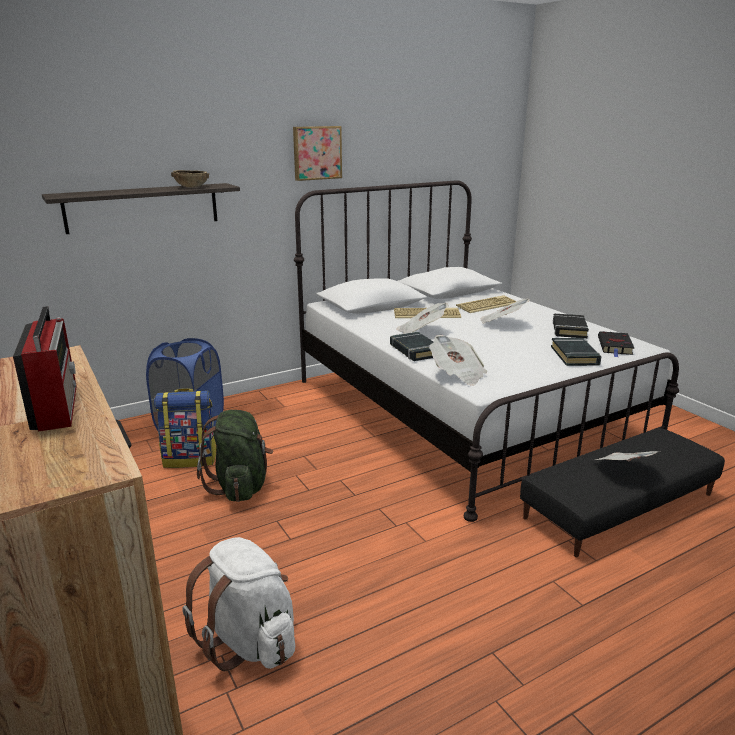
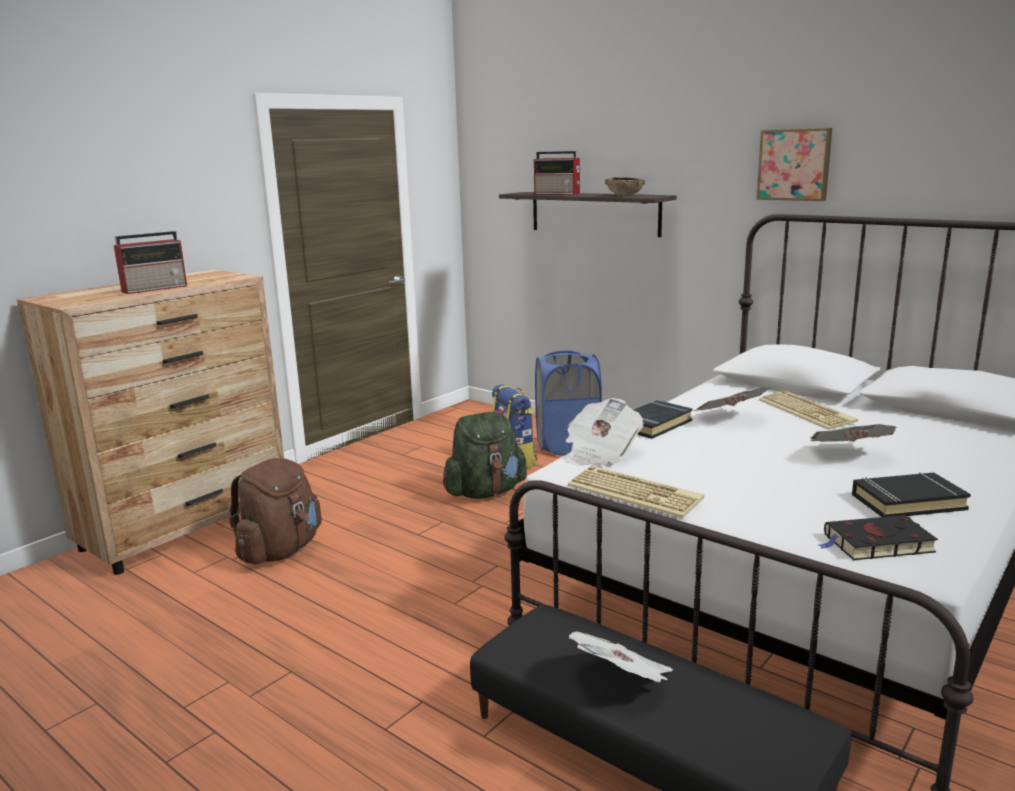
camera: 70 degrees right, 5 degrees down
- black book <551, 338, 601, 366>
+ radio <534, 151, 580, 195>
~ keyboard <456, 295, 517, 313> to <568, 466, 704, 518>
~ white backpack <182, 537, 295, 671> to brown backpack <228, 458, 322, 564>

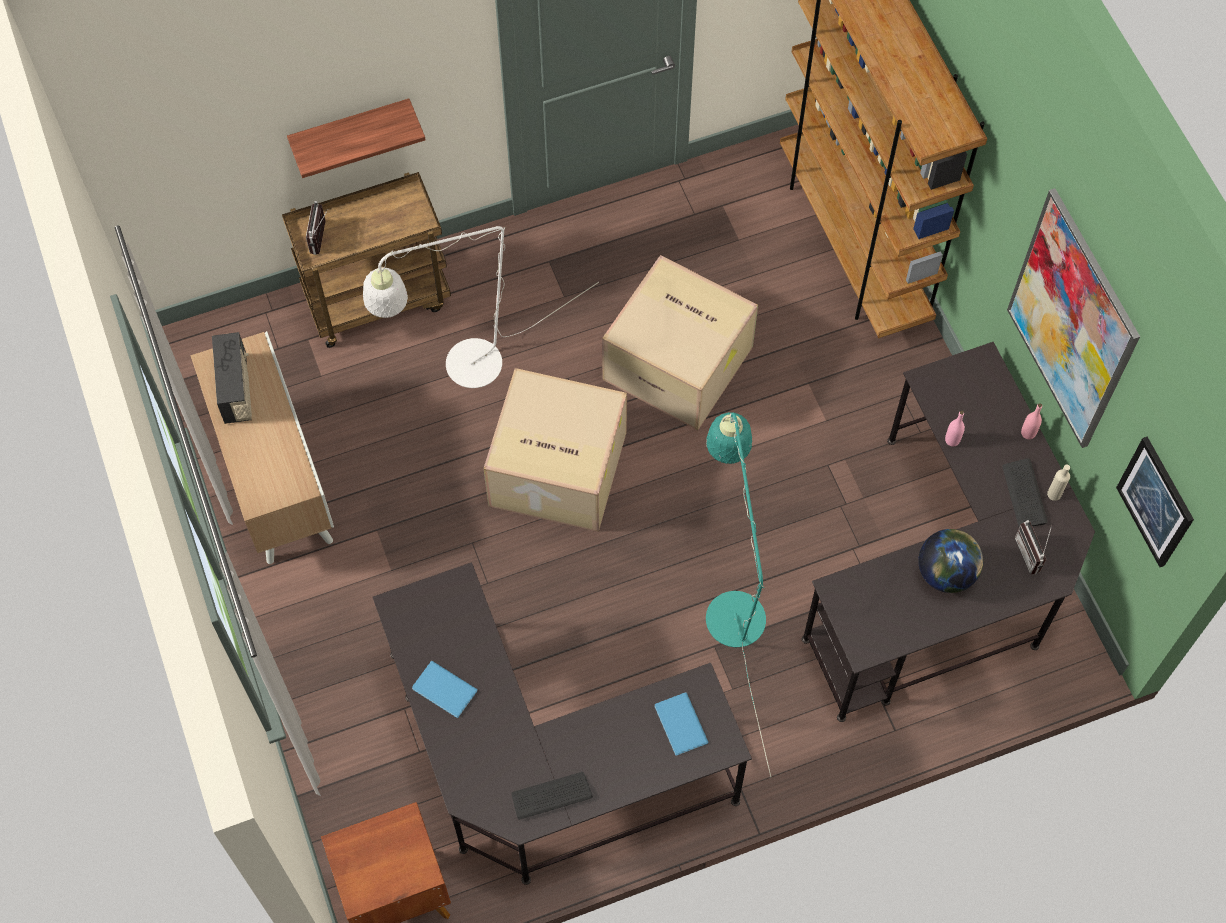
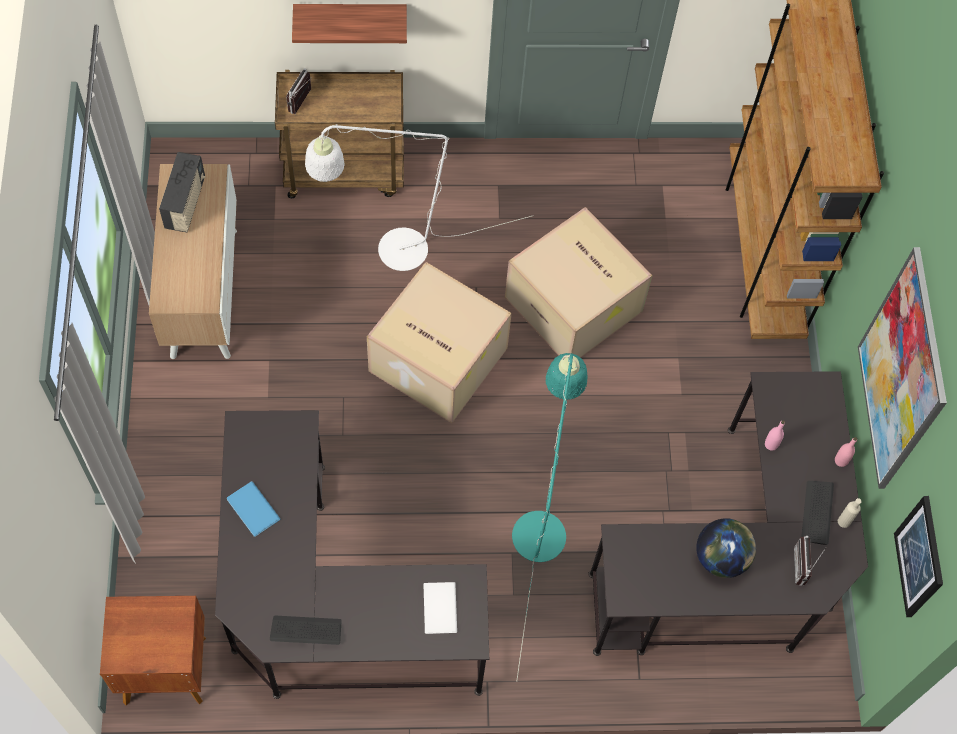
camera: 15 degrees right, 0 degrees up
~ blue book <654, 692, 709, 756> to white book <424, 582, 457, 634>

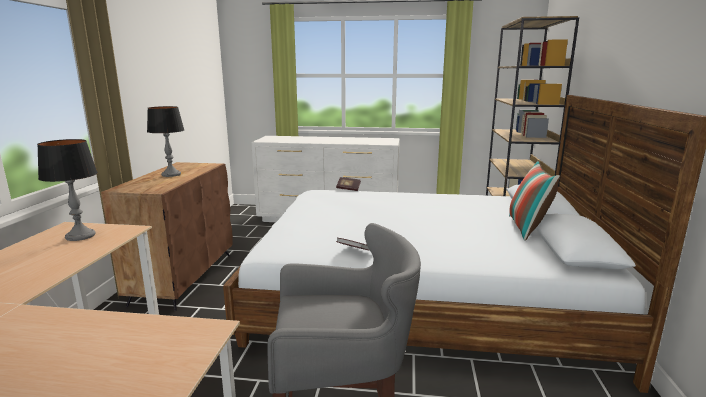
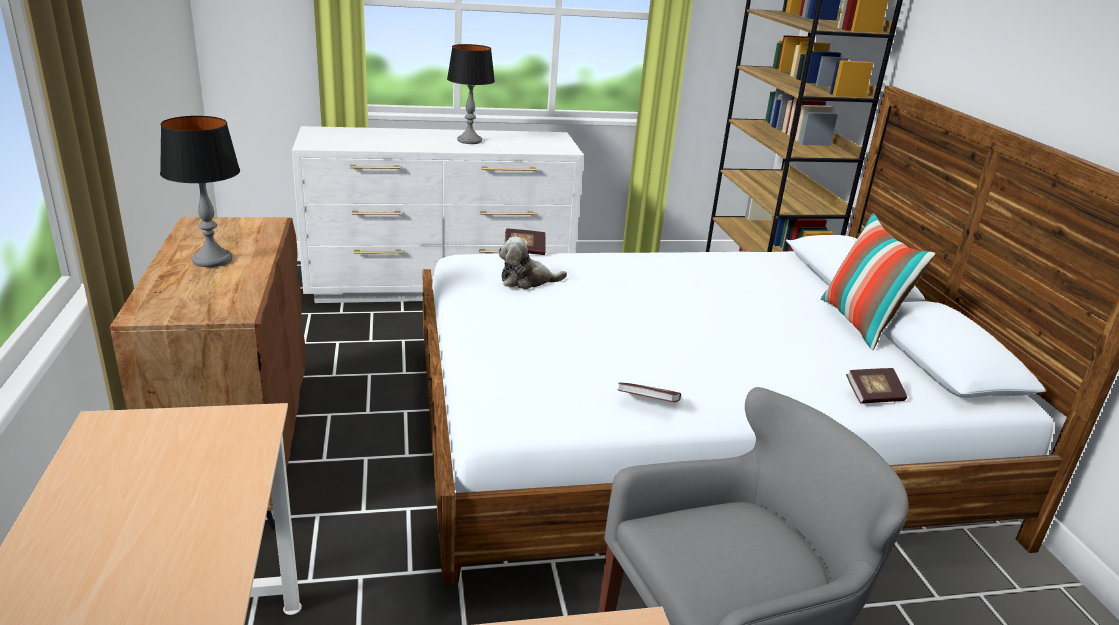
camera: 20 degrees left, 10 degrees up
+ plush toy <498, 237, 567, 289>
+ book <846, 368, 907, 404>
~ table lamp <37, 139, 98, 241> to <447, 44, 495, 144>

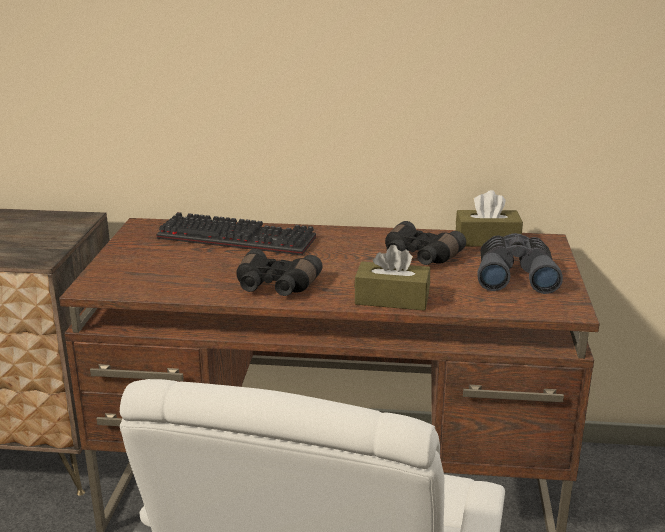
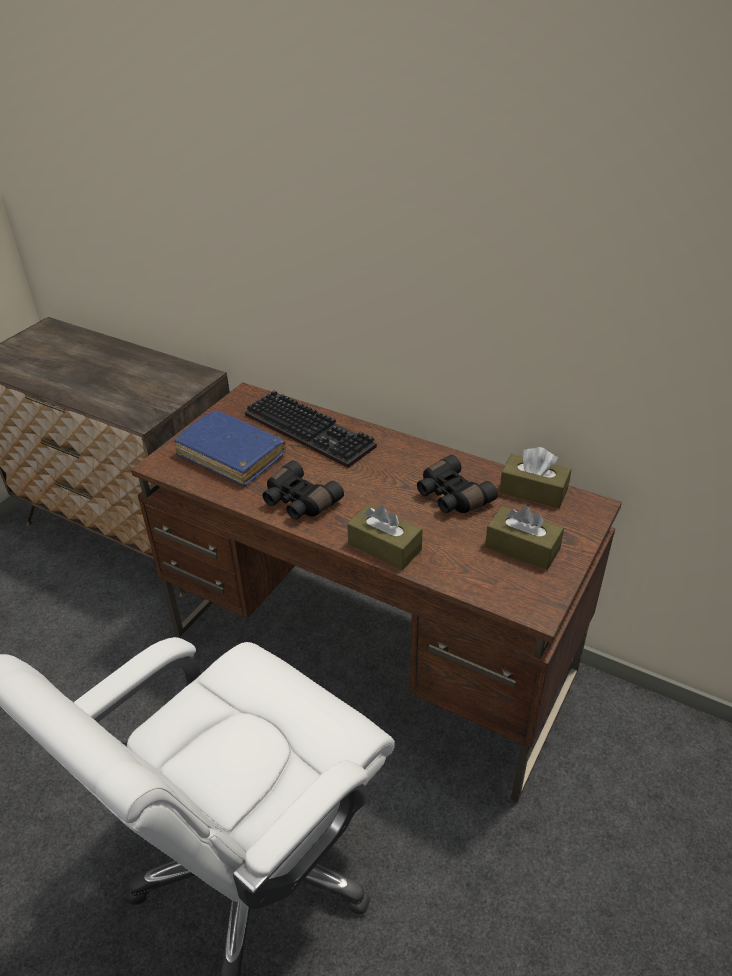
camera: 25 degrees right, 15 degrees up
+ blue book <174, 410, 286, 486>
~ grey binoculars <477, 233, 563, 294> to brown tissue box <485, 506, 564, 570>

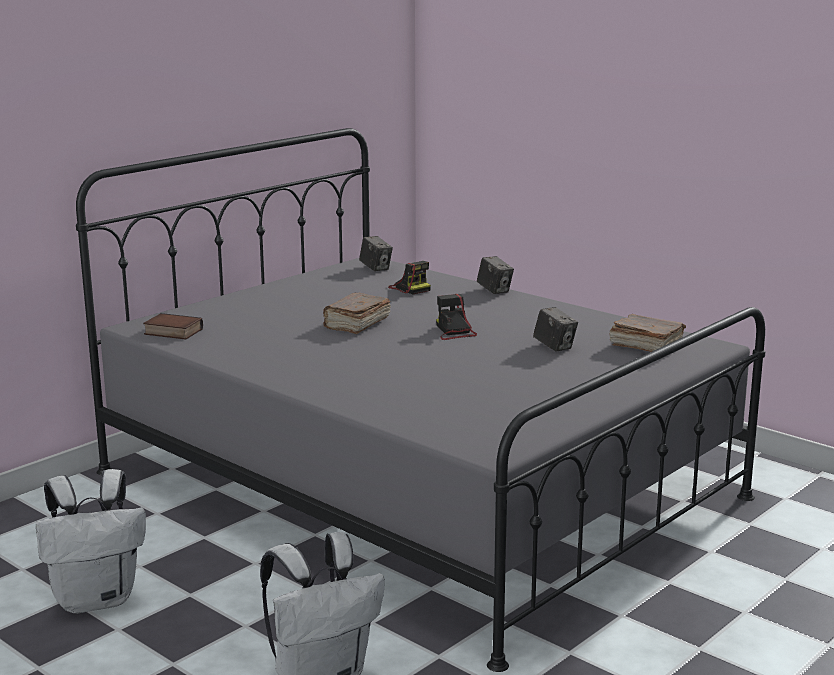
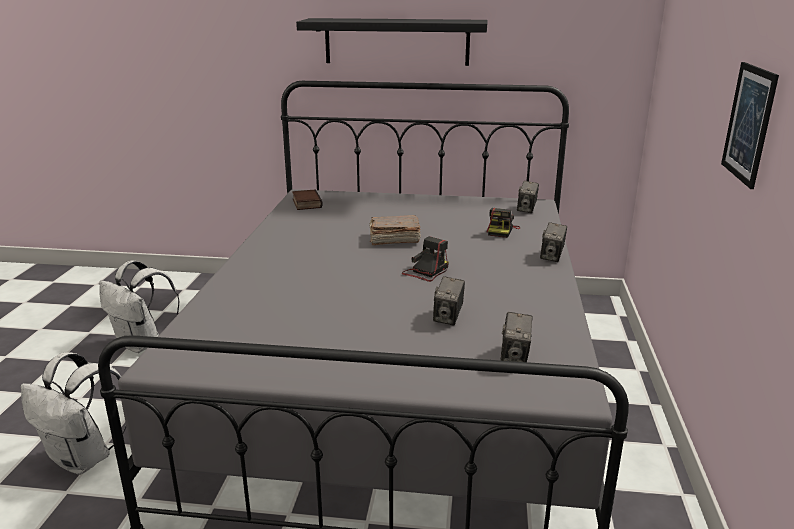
camera: 55 degrees right, 5 degrees up
+ black shelf <296, 18, 488, 66>
+ picture <721, 62, 779, 189>
~ brown book <610, 314, 686, 352> to photo camera <500, 312, 533, 362>

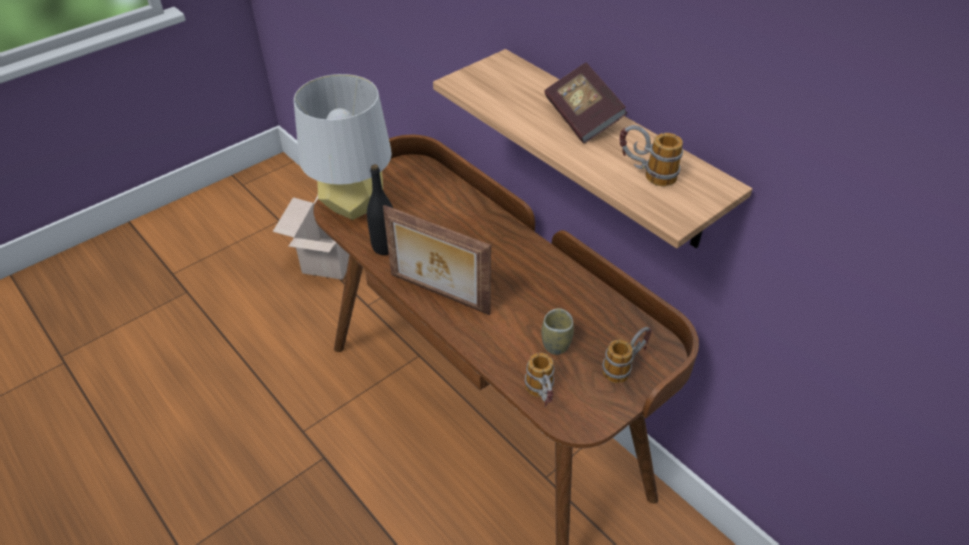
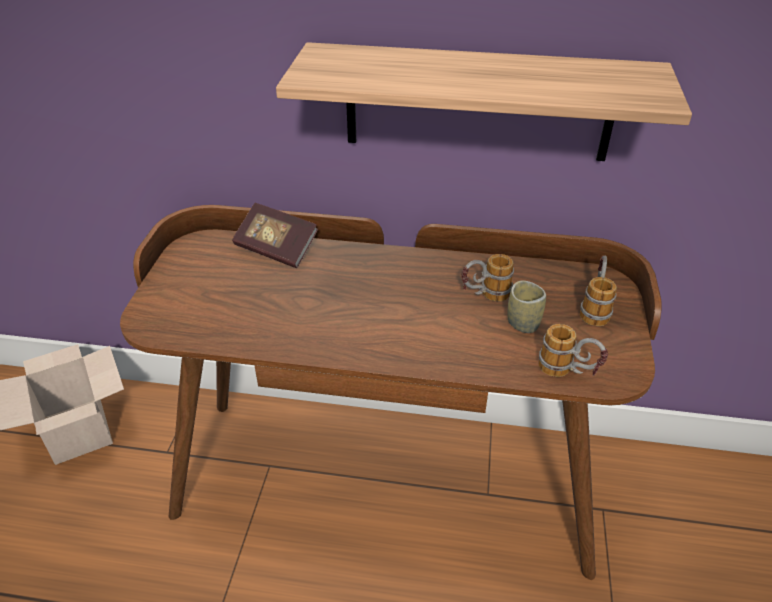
camera: 40 degrees left, 5 degrees down
- grey table lamp <294, 74, 392, 220>
- black bottle <367, 164, 393, 255>
- picture frame <383, 205, 491, 315>
~ book <544, 63, 627, 143> to <232, 203, 318, 268>
~ mug <619, 125, 683, 186> to <461, 254, 514, 302>

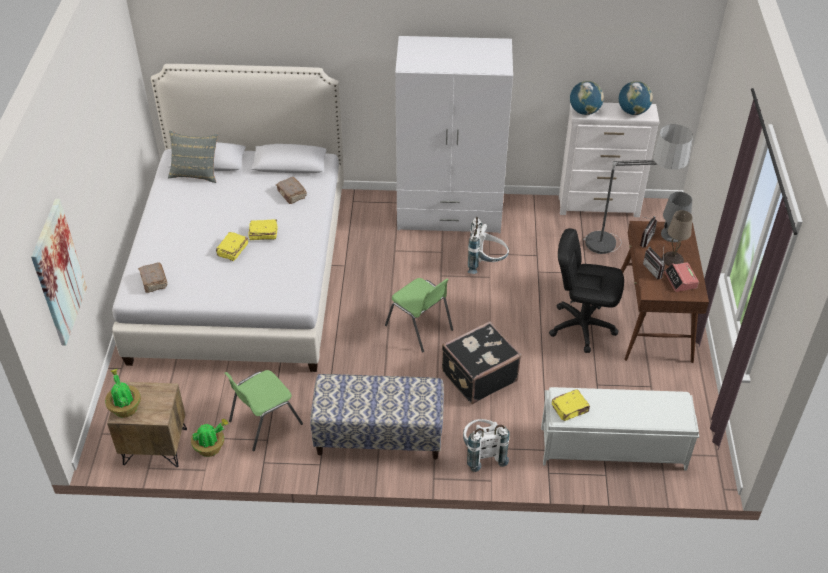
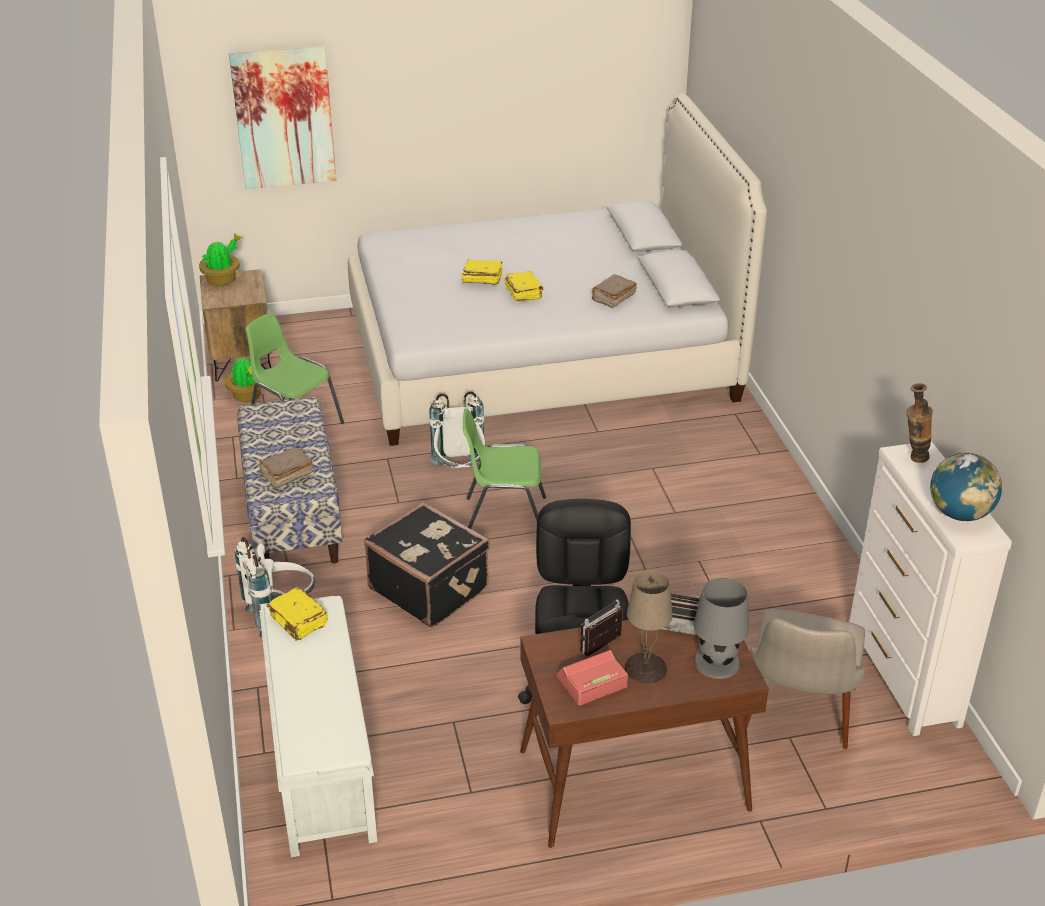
camera: 75 degrees right, 10 degrees down
- grey pillow <168, 131, 218, 183>
- white wardrobe <395, 36, 513, 233>
~ brown book <138, 262, 168, 293> to <259, 447, 313, 489>
~ white backpack <468, 217, 509, 274> to <429, 391, 486, 468>
~ globe <570, 81, 604, 115> to vase <906, 383, 933, 463>
~ floor lamp <583, 124, 693, 254> to beige chair <746, 609, 865, 749>
~ green chair <385, 278, 453, 353> = <463, 408, 546, 529> 60 degrees clockwise

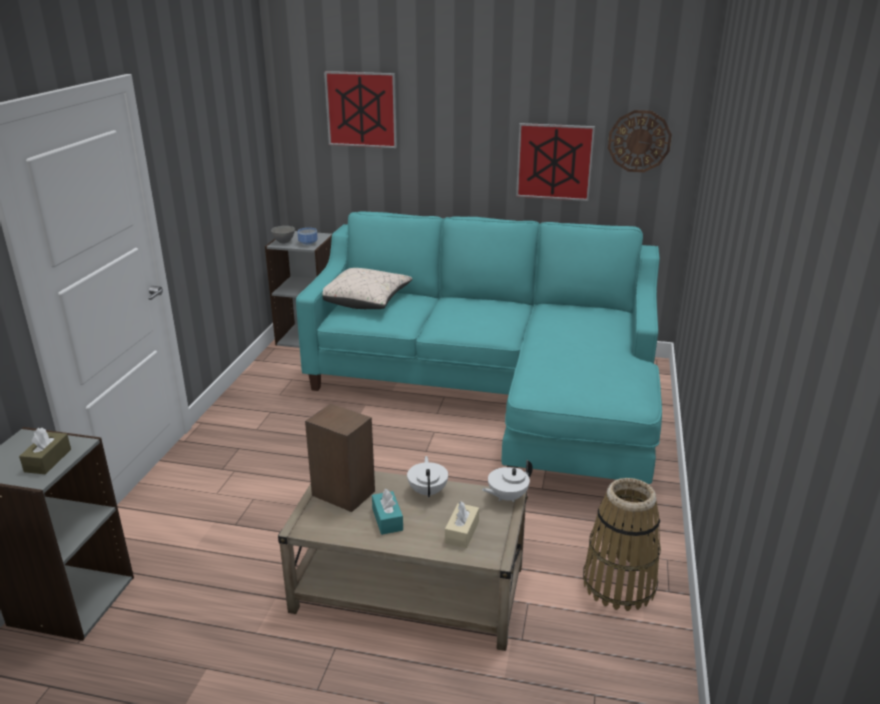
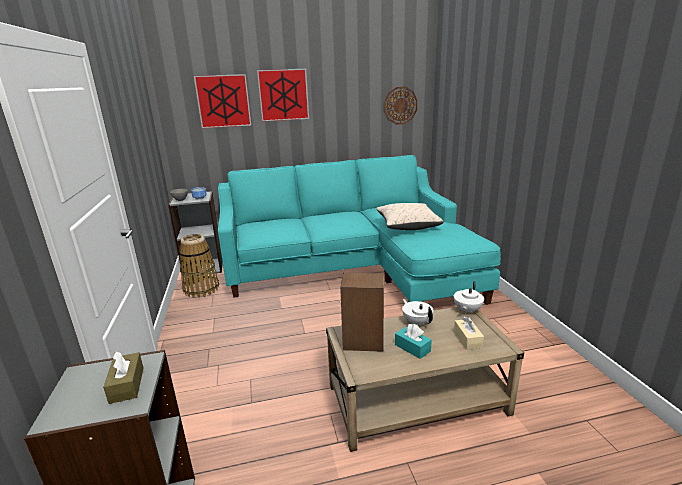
camera: 25 degrees left, 5 degrees down
~ beige pillow <322, 268, 412, 309> to <376, 203, 444, 230>
~ picture <516, 123, 595, 201> to <257, 69, 309, 122>
~ basket <583, 478, 661, 611> to <180, 234, 219, 298>

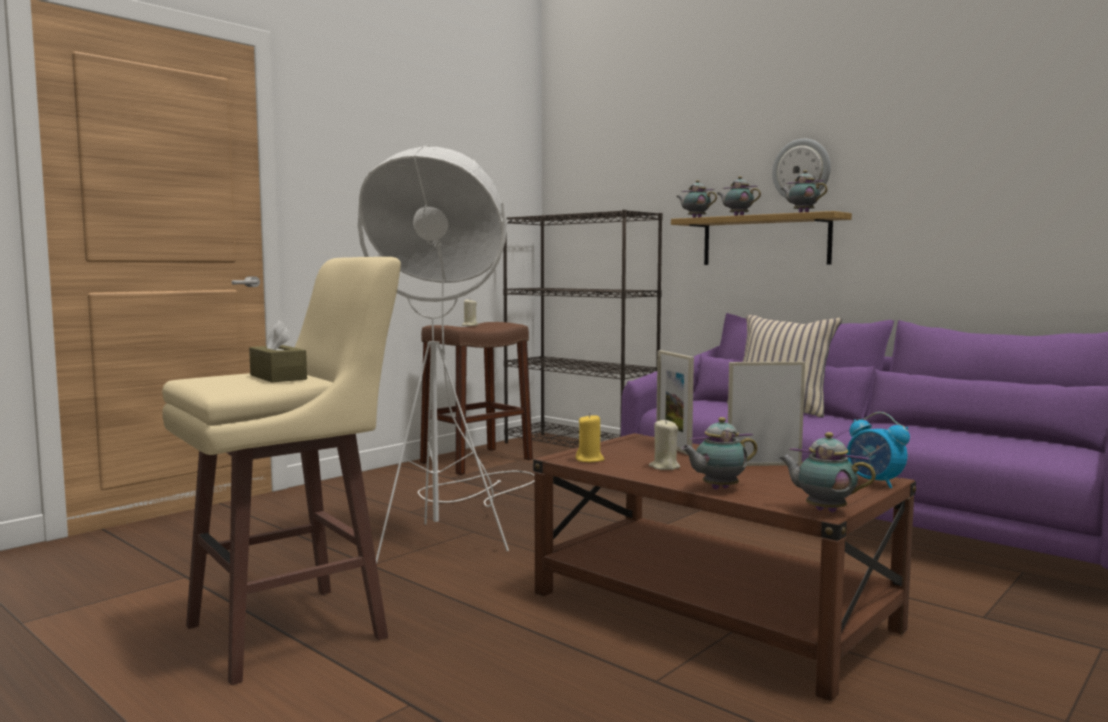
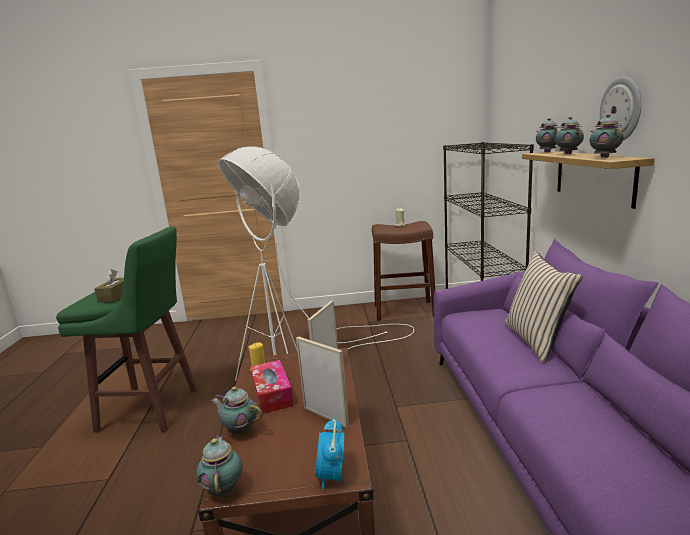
camera: 45 degrees right, 10 degrees up
~ beige candle <649, 419, 680, 470> to tissue box <250, 360, 294, 414>
~ beige stool <162, 257, 401, 685> to green stool <56, 227, 198, 433>

